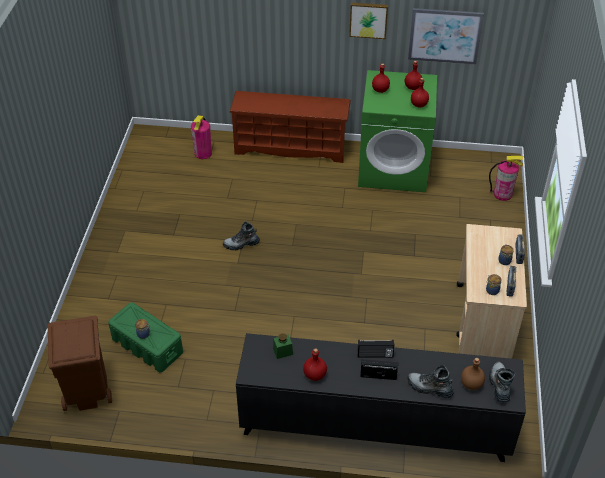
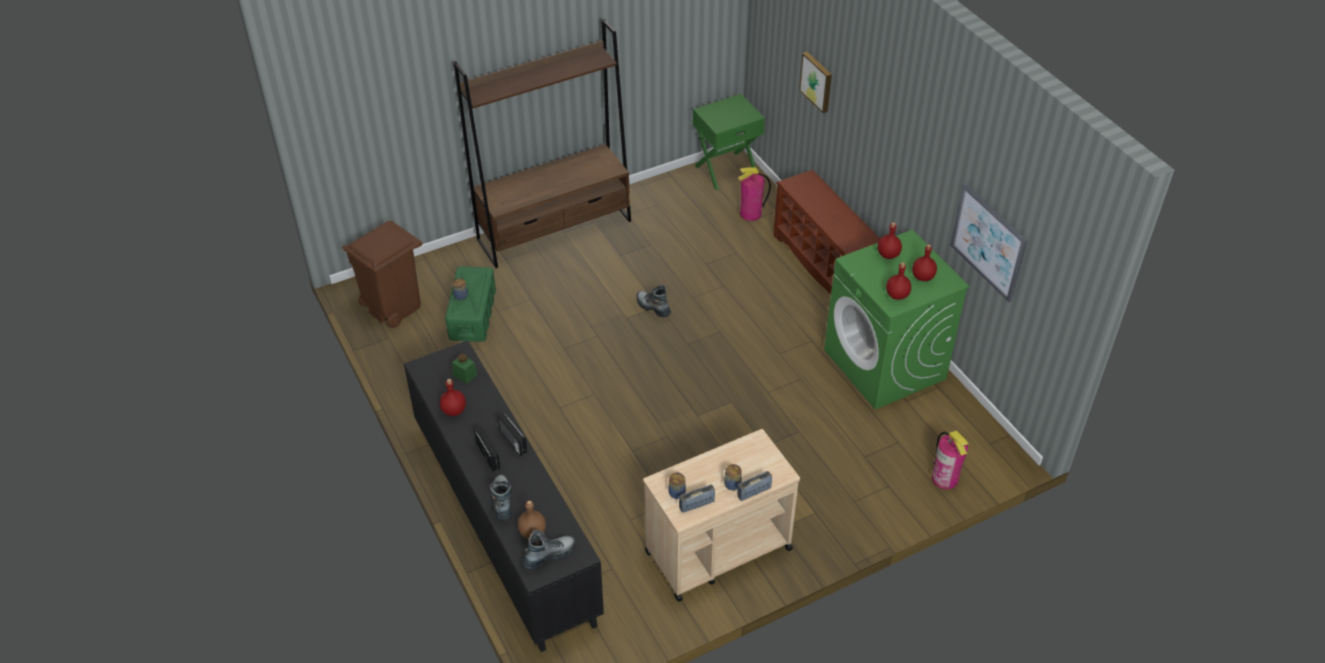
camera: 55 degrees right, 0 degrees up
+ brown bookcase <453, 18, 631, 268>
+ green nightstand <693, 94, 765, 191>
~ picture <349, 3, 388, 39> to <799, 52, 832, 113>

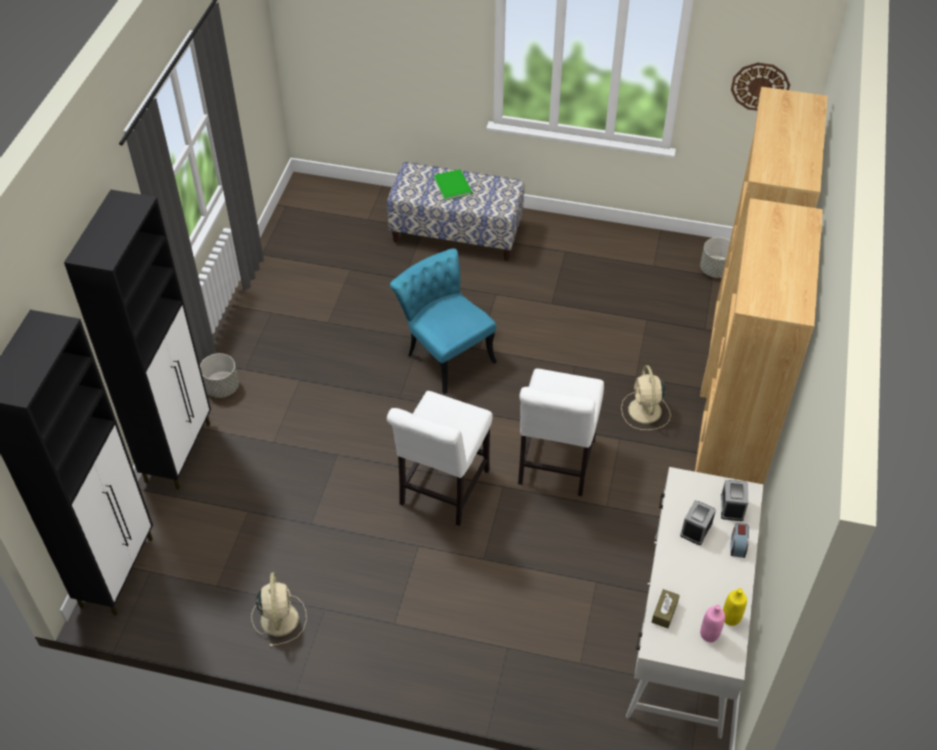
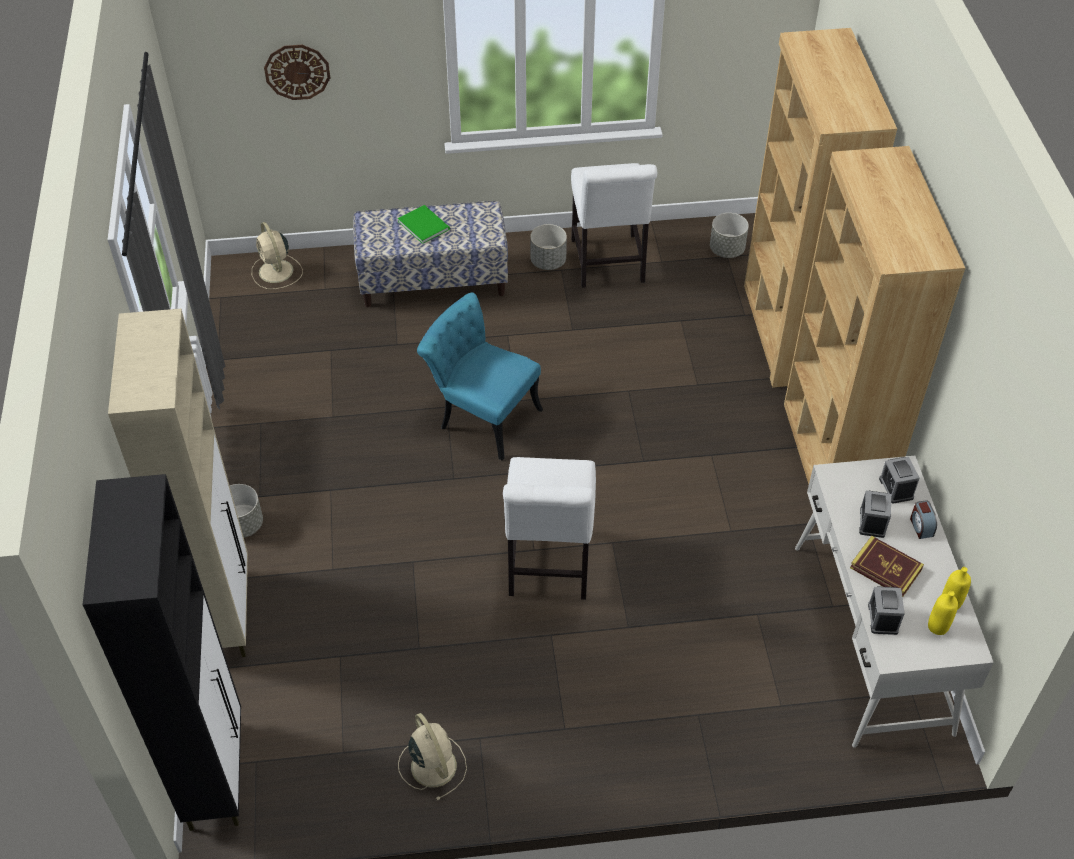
camera: 20 degrees left, 0 degrees up
+ grey planter <530, 224, 567, 270>
+ book <850, 536, 924, 598>
~ white chair <518, 369, 604, 496> to <571, 163, 658, 288>
~ beige fan <621, 365, 671, 430> to <252, 222, 303, 289>
~ wall clock <731, 63, 790, 111> to <264, 45, 330, 100>
~ brown tissue box <652, 589, 680, 628> to alarm clock <868, 586, 905, 635>
~ black cabinet <64, 190, 211, 490> to beige cabinet <108, 309, 248, 657>
~ pink bottle <700, 605, 725, 642> to yellow bottle <928, 591, 958, 635>

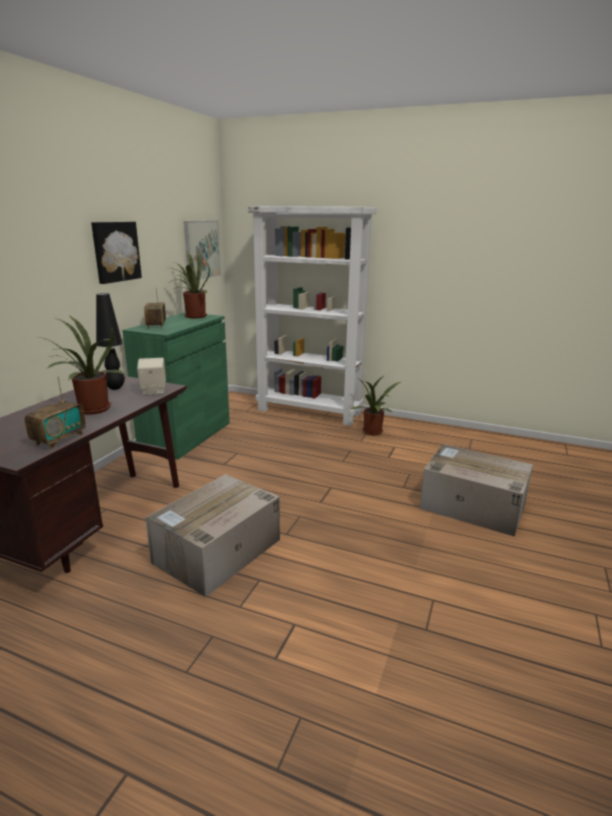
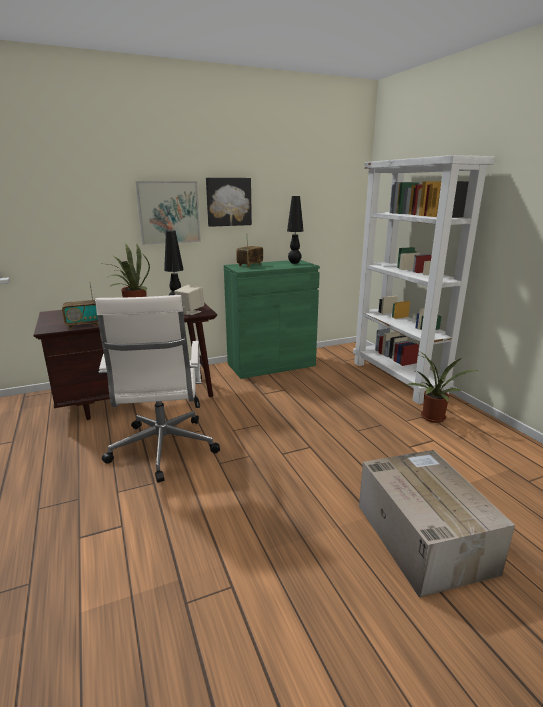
camera: 45 degrees right, 0 degrees up
~ picture <184, 220, 221, 280> to <136, 181, 201, 245>
~ cardboard box <145, 474, 280, 597> to white office chair <95, 295, 220, 482>
~ potted plant <169, 252, 210, 318> to black table lamp <287, 196, 304, 264>

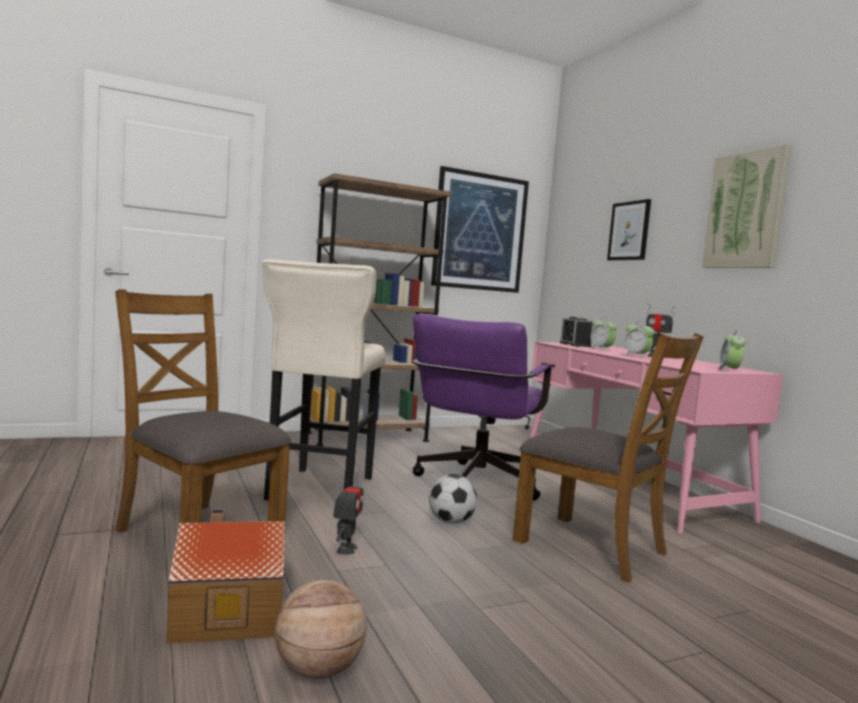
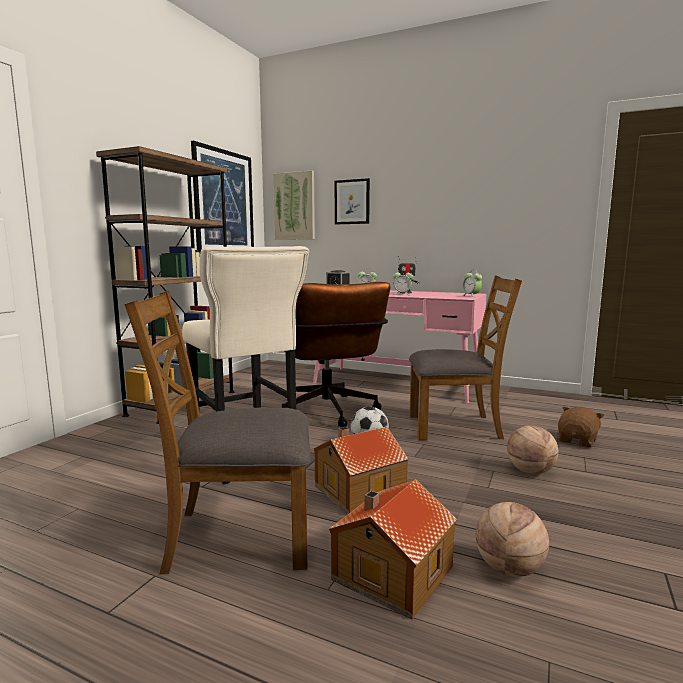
camera: 40 degrees left, 5 degrees up
+ basketball <507, 425, 558, 474>
+ brown plush toy <558, 407, 604, 447>
~ picture <702, 144, 792, 268> to <273, 171, 315, 240>
~ toy robot <333, 472, 363, 555> to toy house <314, 427, 409, 515>
~ purple office chair <413, 314, 551, 500> to brown office chair <282, 282, 390, 427>

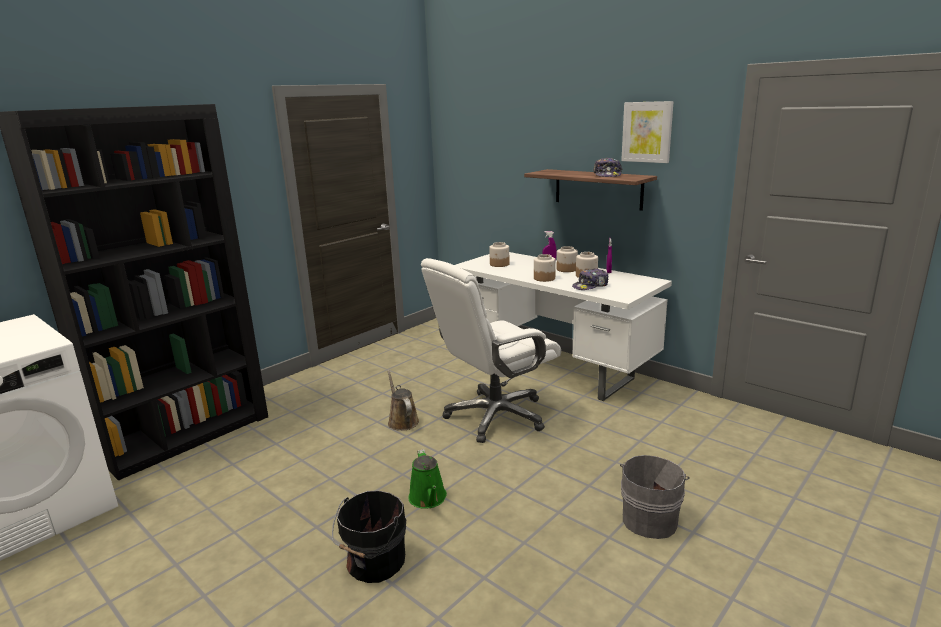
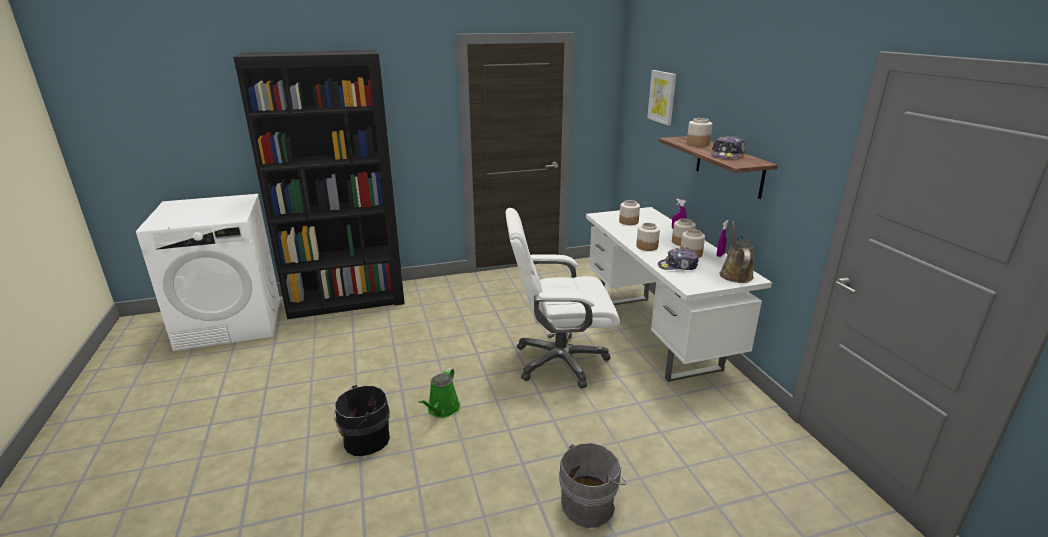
camera: 30 degrees right, 5 degrees up
+ jar <687, 118, 712, 146>
~ brown watering can <387, 370, 419, 431> to <720, 221, 754, 283>
~ picture <621, 101, 674, 163> to <647, 70, 676, 125>

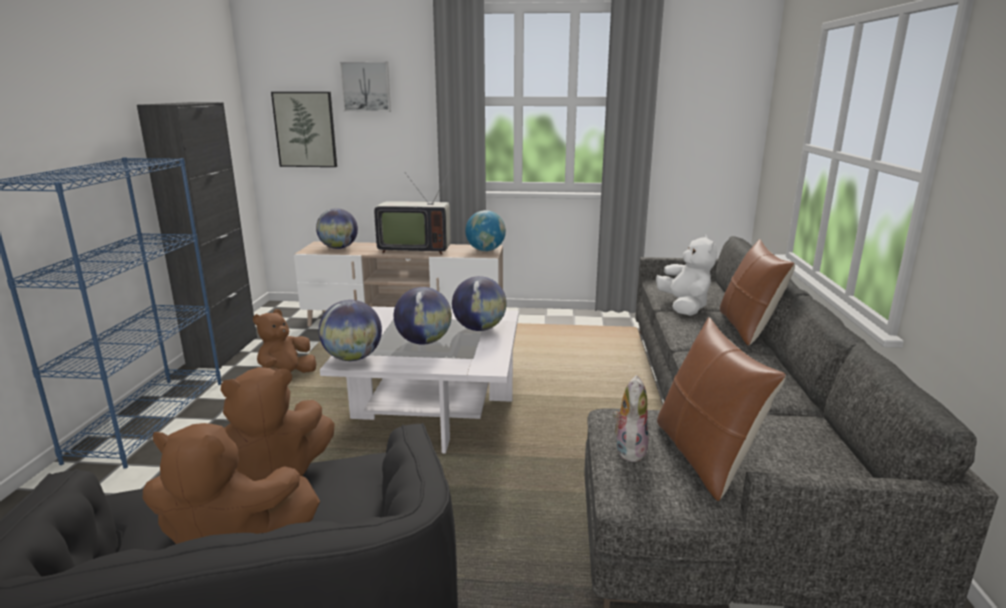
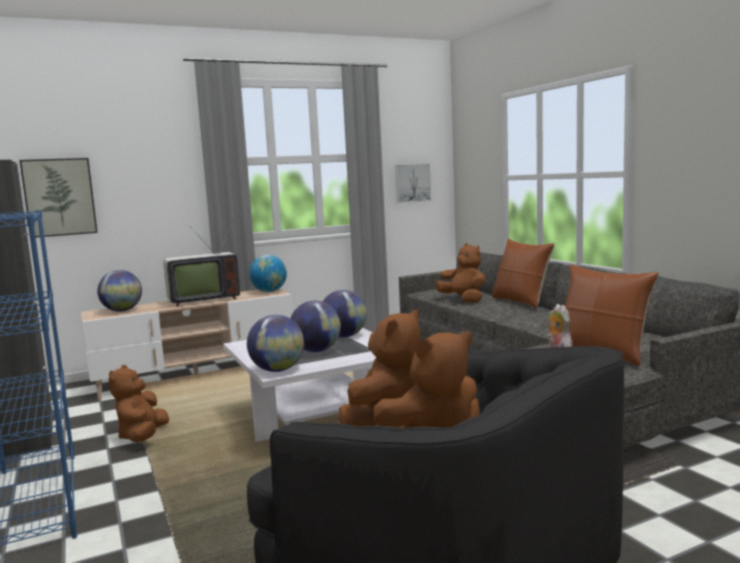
camera: 30 degrees left, 10 degrees down
~ picture <340, 62, 391, 112> to <395, 164, 431, 203>
~ white plush toy <656, 235, 717, 316> to brown plush toy <435, 243, 486, 303>

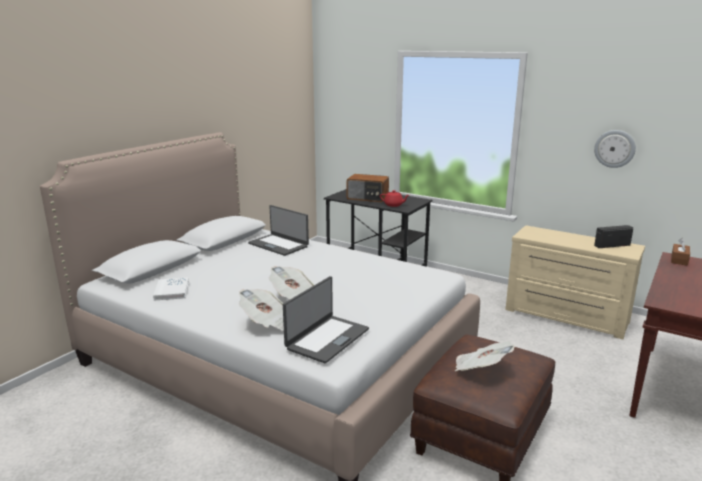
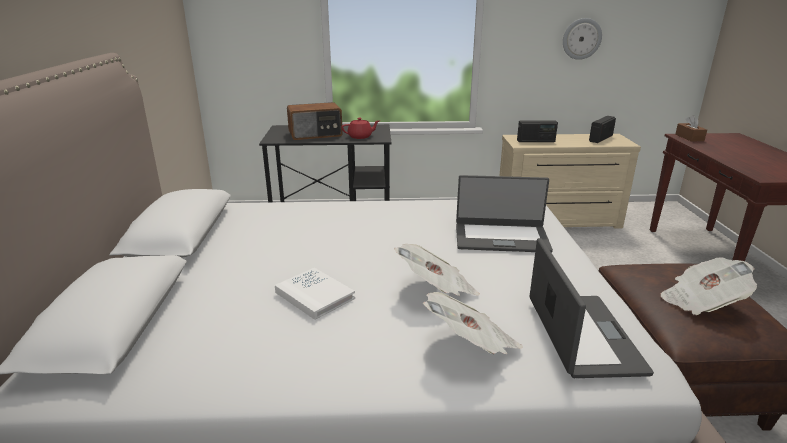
camera: 35 degrees left, 5 degrees up
+ radio <517, 120, 558, 142>
~ white book <153, 278, 189, 301> to <275, 268, 355, 320>
~ laptop <248, 205, 309, 256> to <456, 175, 553, 253>

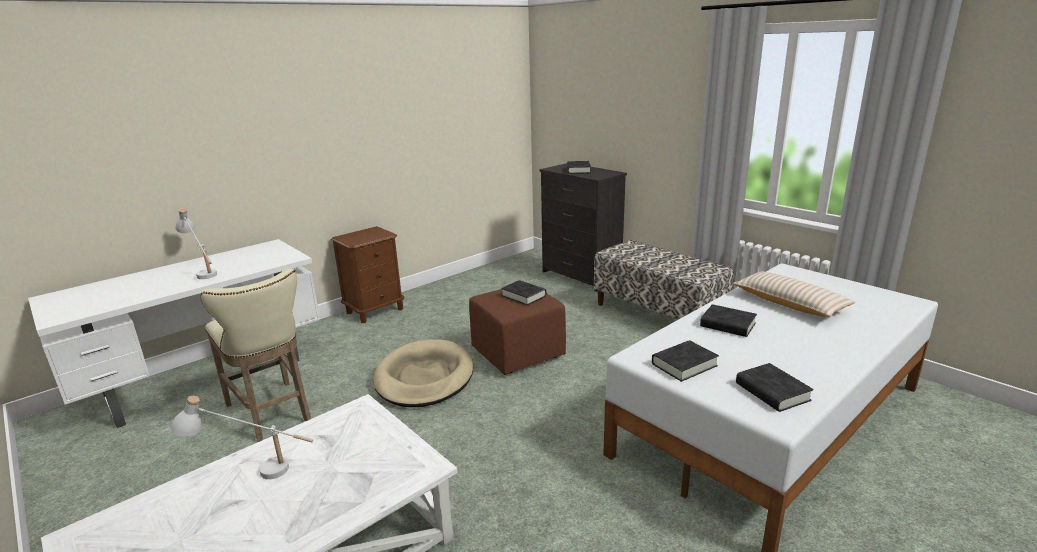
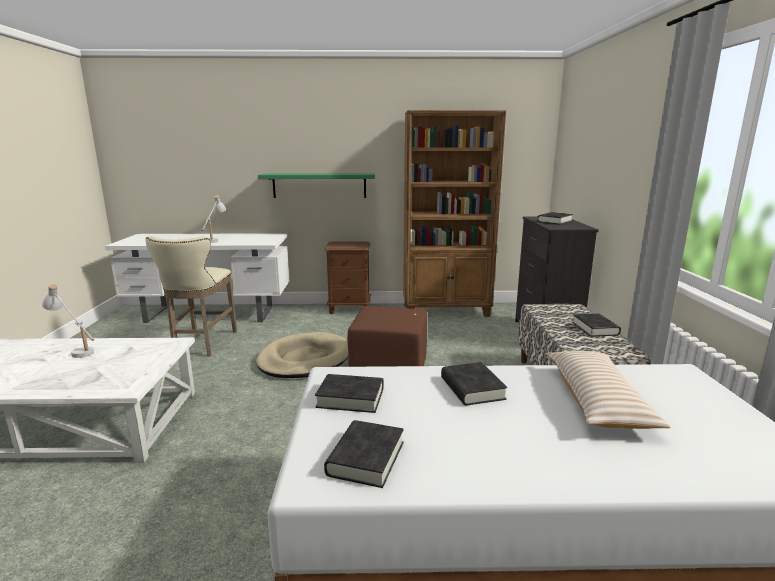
camera: 40 degrees right, 5 degrees down
+ green shelf <258, 173, 375, 198>
+ brown bookcase <403, 110, 506, 317>
~ black book <501, 280, 546, 305> to <572, 314, 621, 337>

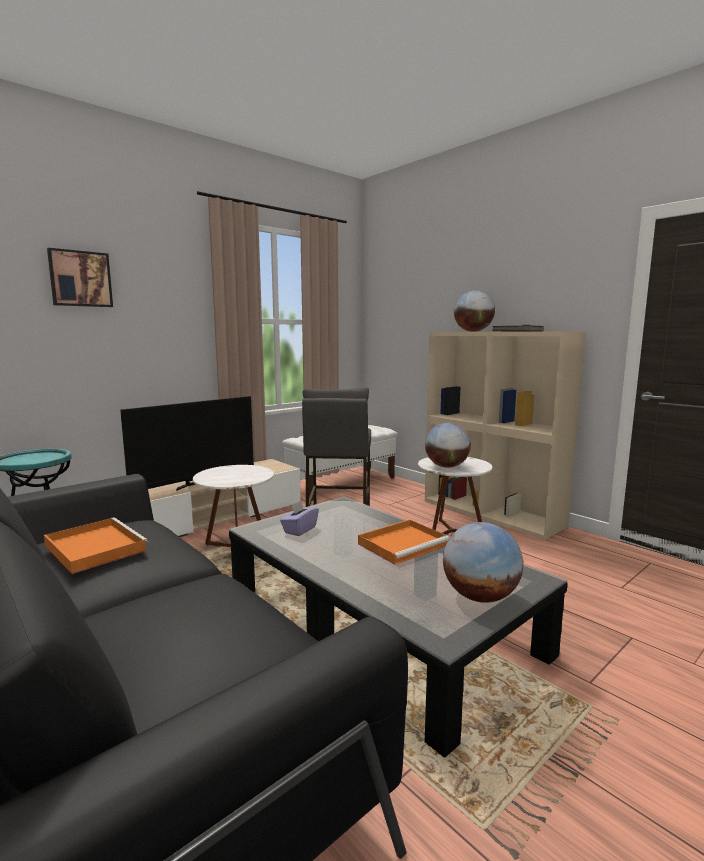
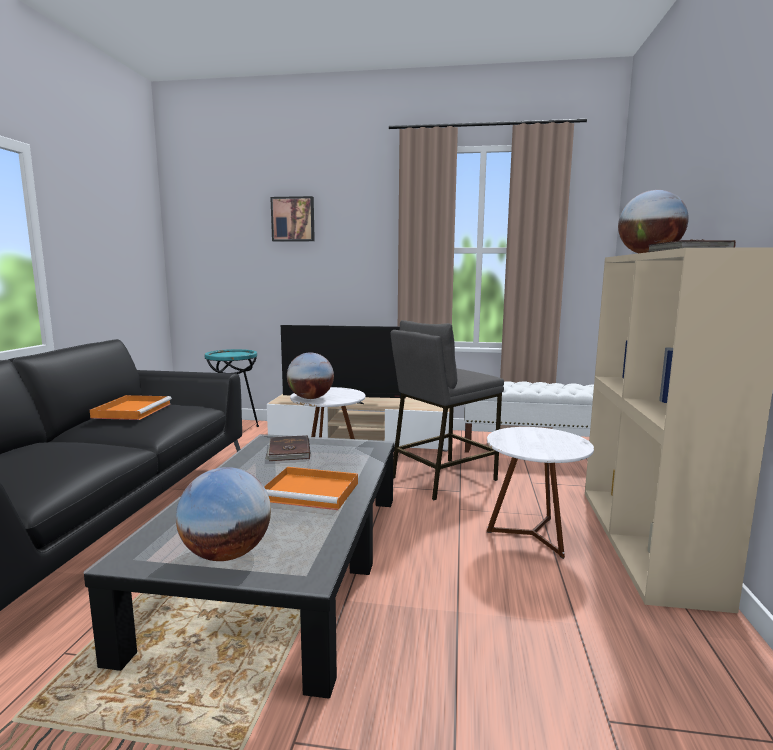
camera: 50 degrees right, 0 degrees up
~ globe <425, 422, 471, 468> to <287, 352, 334, 399>
~ purple tissue box <280, 500, 319, 536> to brown book <265, 435, 311, 461>

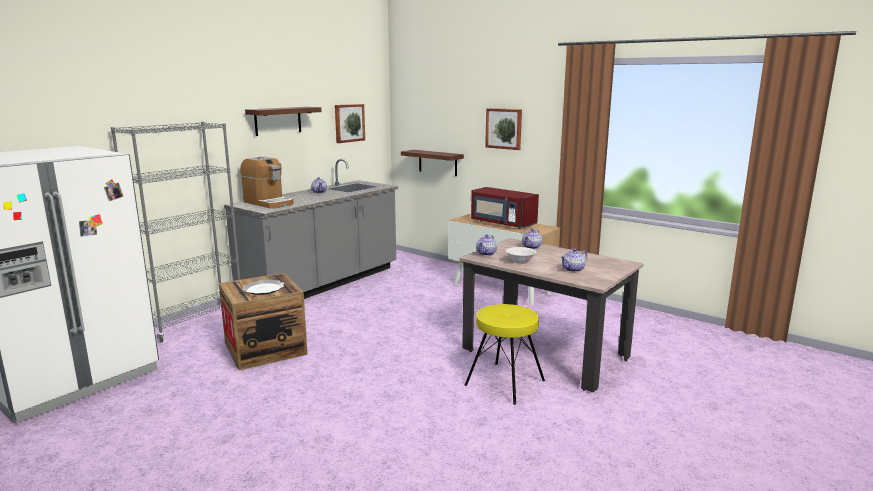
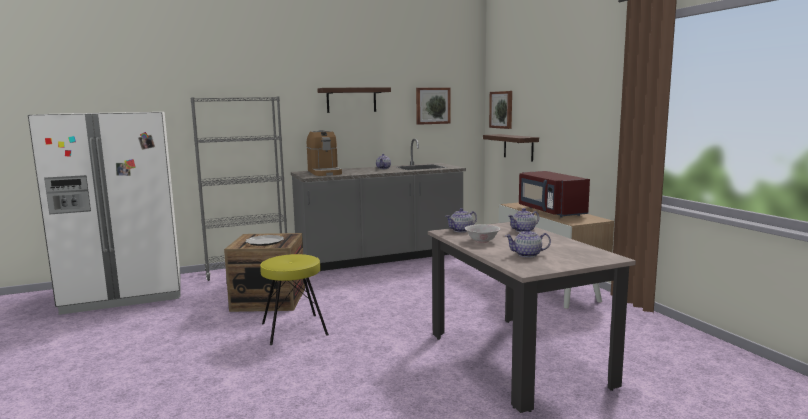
camera: 30 degrees right, 5 degrees down
~ yellow stool <464, 304, 545, 405> to <260, 254, 329, 345>
~ picture <485, 108, 522, 150> to <489, 91, 512, 129>

